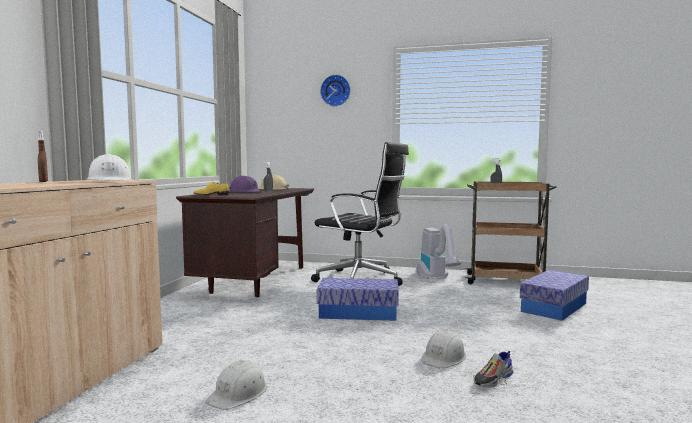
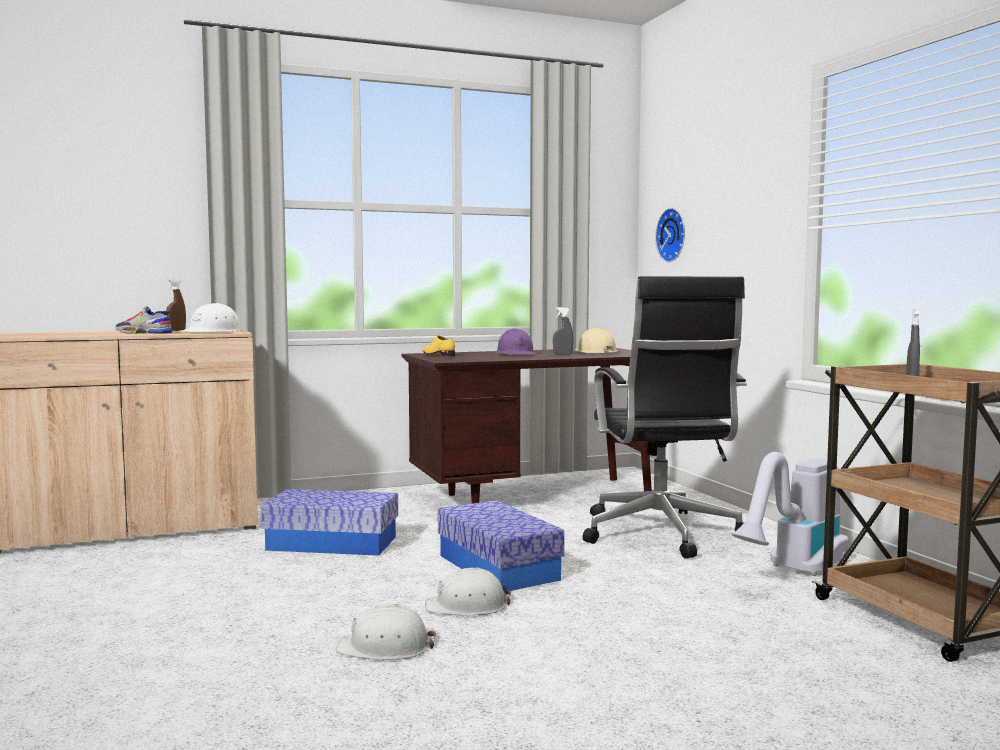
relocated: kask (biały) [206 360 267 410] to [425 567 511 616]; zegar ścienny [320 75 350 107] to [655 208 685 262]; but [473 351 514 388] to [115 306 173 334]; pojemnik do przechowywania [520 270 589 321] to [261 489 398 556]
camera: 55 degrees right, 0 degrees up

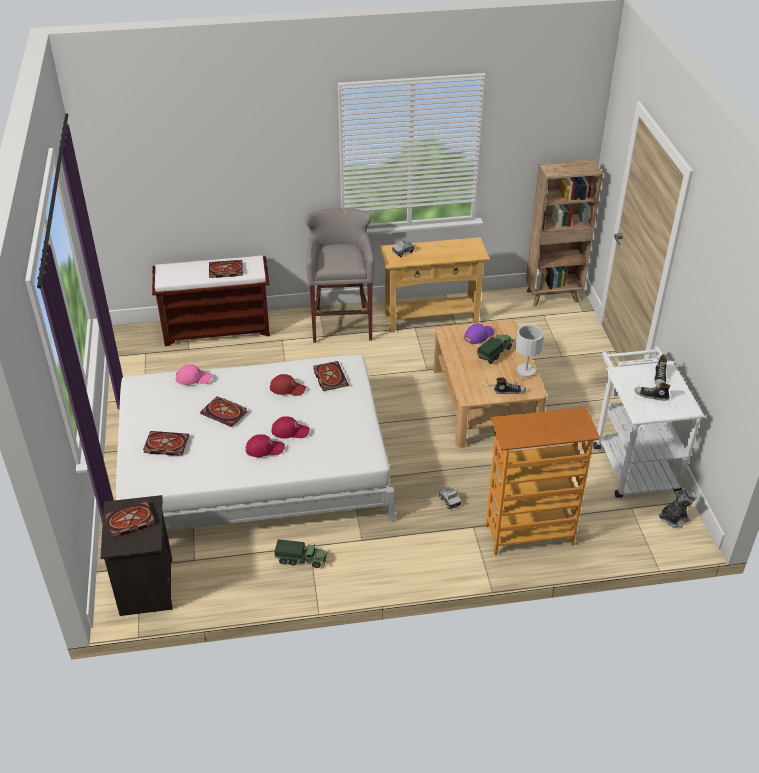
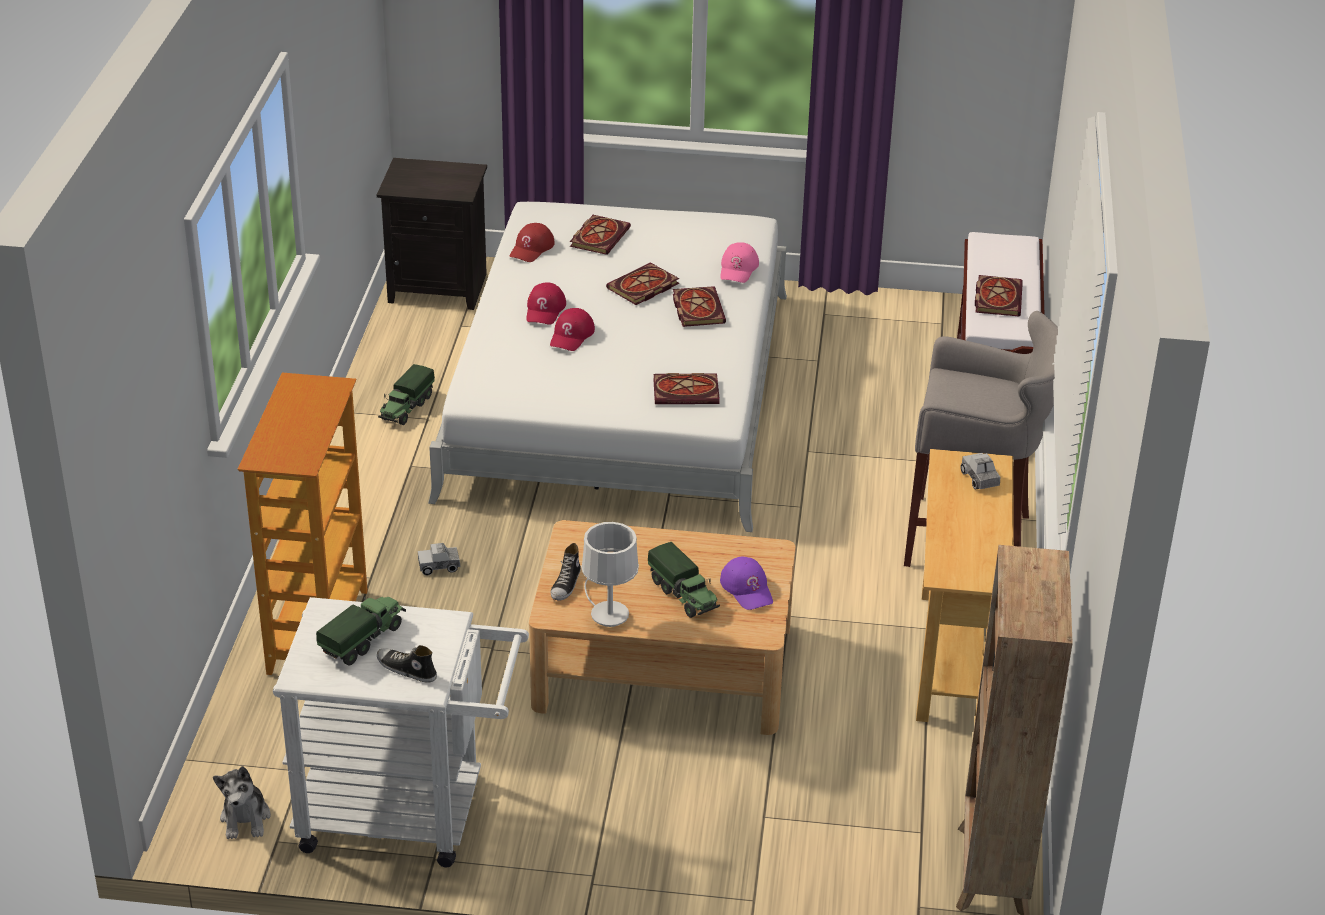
relocated: książka [104 501 156 538] to [673 286 726 327]; czapka z daszkiem (czerwony) [270 374 306 396] to [510 223 555 262]
exchanged: but [634 383 671 401] to ciężarówka zabawkowa [316 596 406 666]
camera: 105 degrees right, 5 degrees down

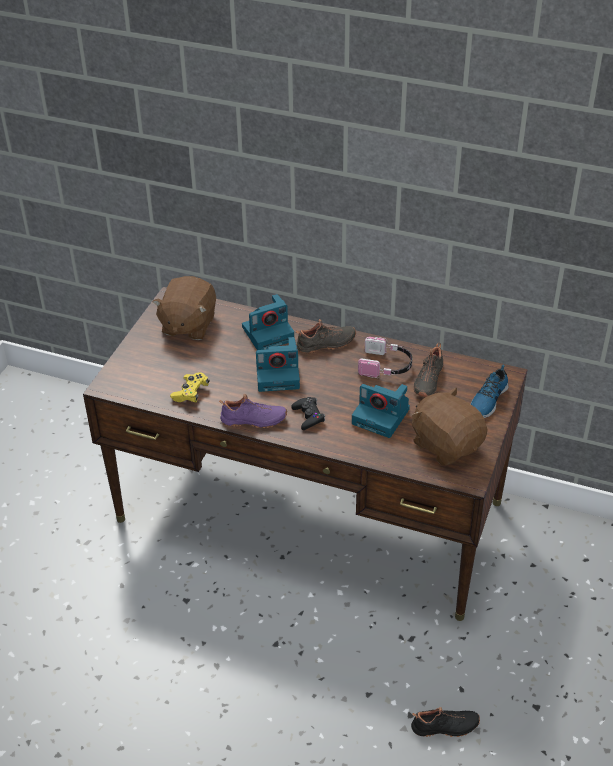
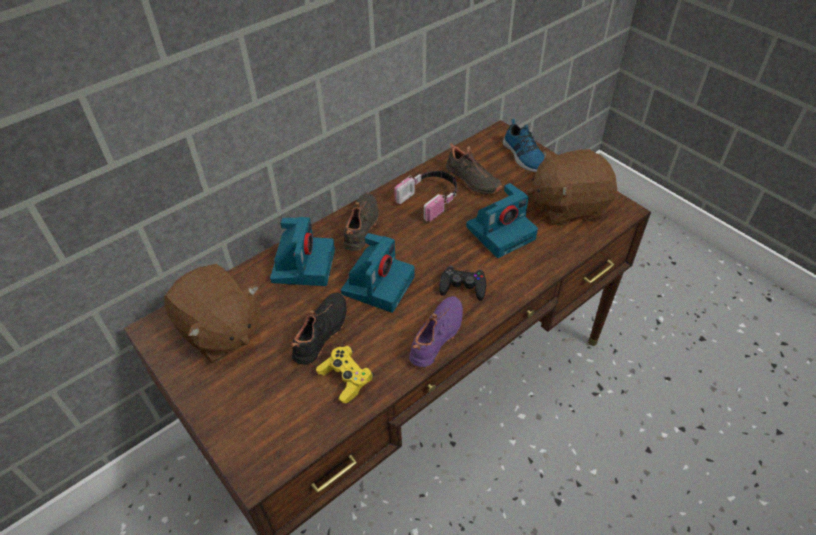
relocated: but (czarny) [411 707 480 737] to [291 292 347 365]
camera: 60 degrees left, 5 degrees up

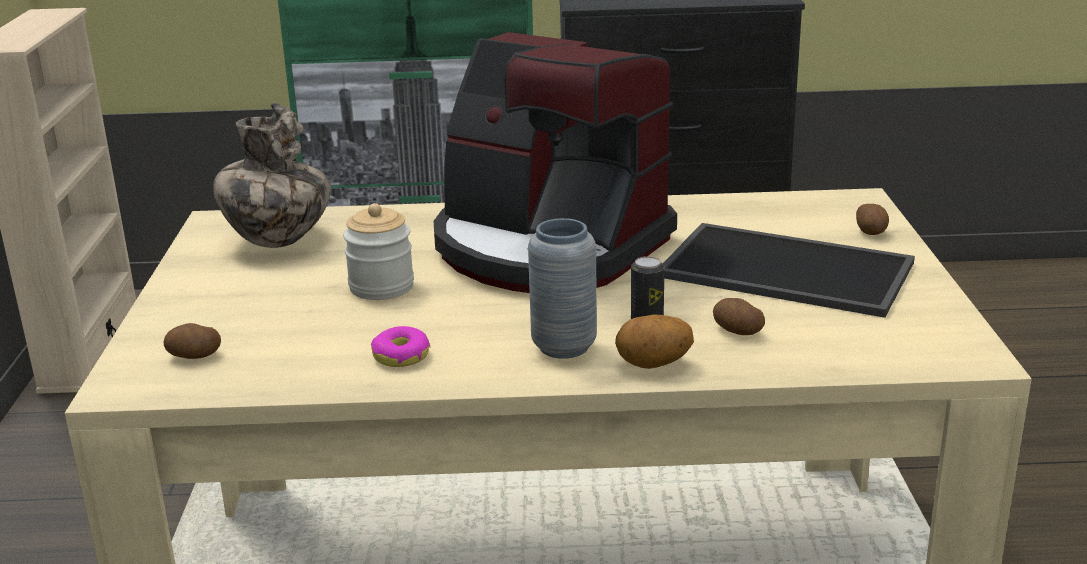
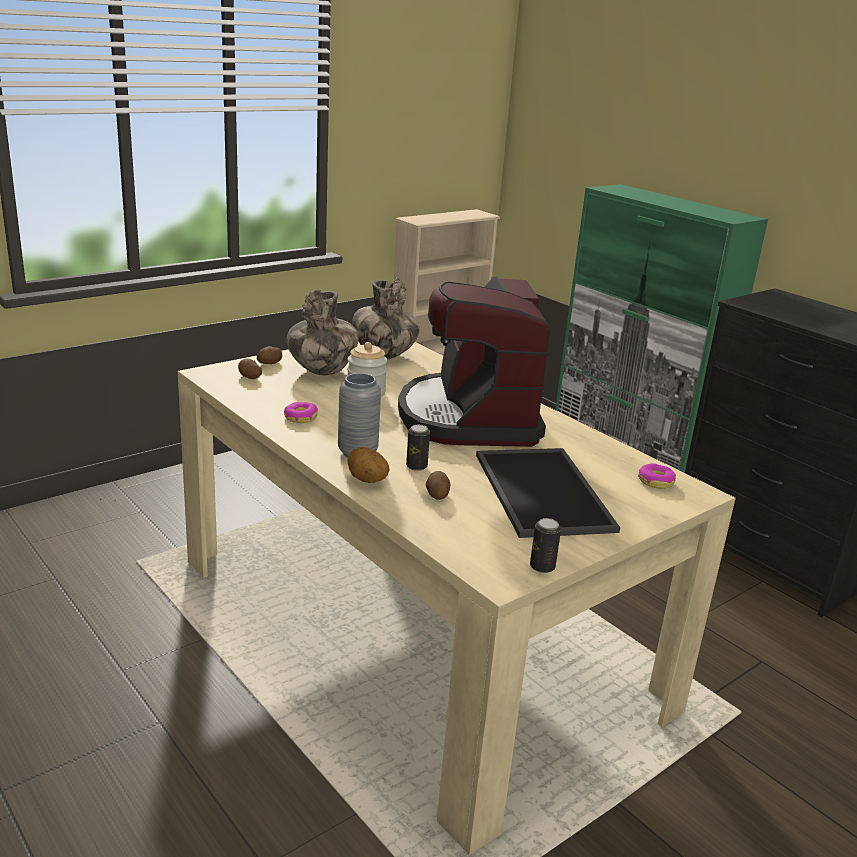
appeared: wazon [287 289 359 375]; puszka [530 518 561 573]; donut [638 463 676 489]
relocated: ziemniak [856 204 889 235] to [257 346 282 364]
camera: 50 degrees right, 0 degrees up

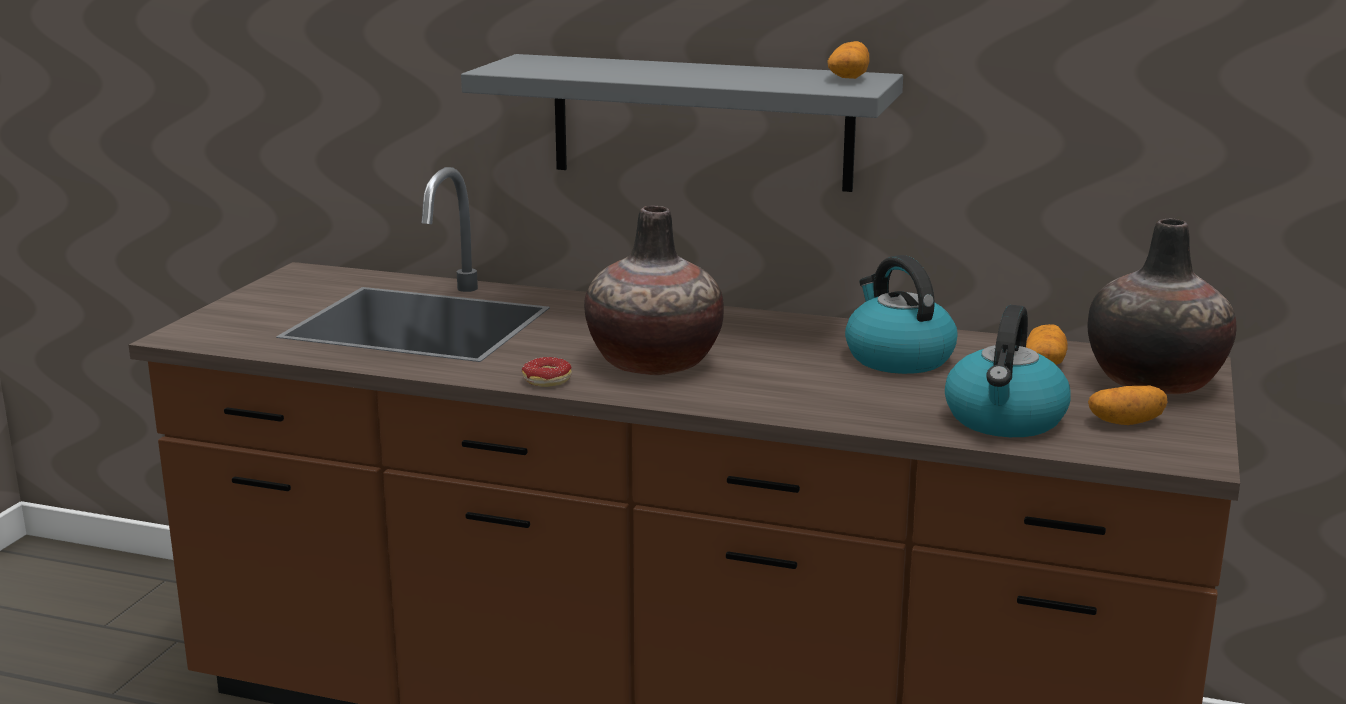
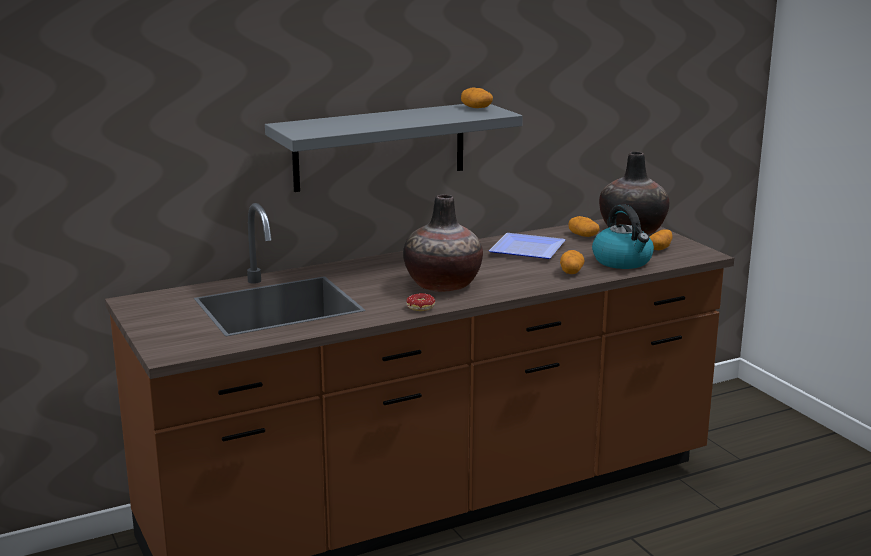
appeared: ziemniak [560 250 585 274]
exchanged: czajnik [845 255 957 374] to talerz [489 233 566 259]
camera: 45 degrees left, 0 degrees up

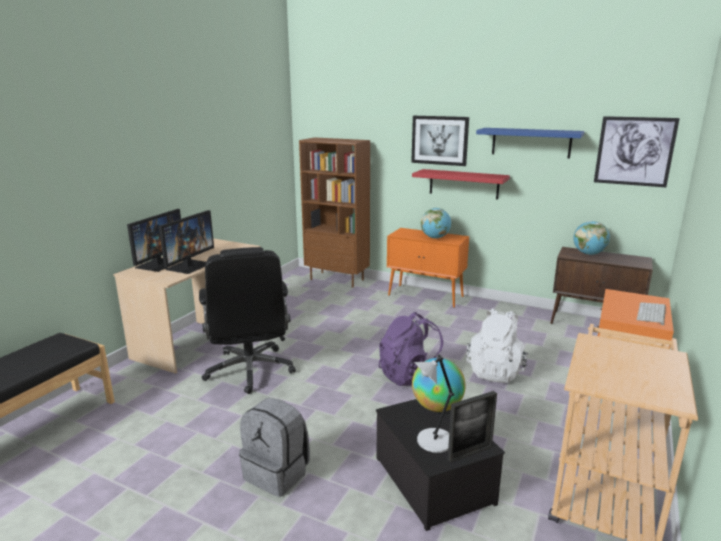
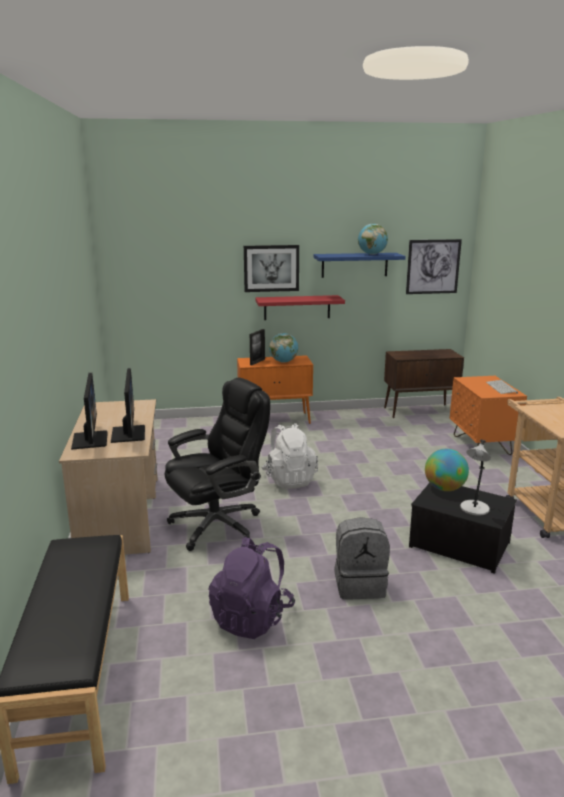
missing: regał (brązowy) [299 138 370 288]
relocated: plecak (fioletowy) [379 312 443 386] to [209 537 295 639]; ramka na zdjęcie [448 391 497 462] to [250 329 265 365]; plecak (biały) [466 308 528 383] to [261 423 318 489]; globus [573 221 610 255] to [358 224 388 255]
spun: krzesło biurowe (czarny) [199 247 296 394] = [164 378 270 551] 75 degrees counterclockwise
camera: 35 degrees left, 0 degrees up

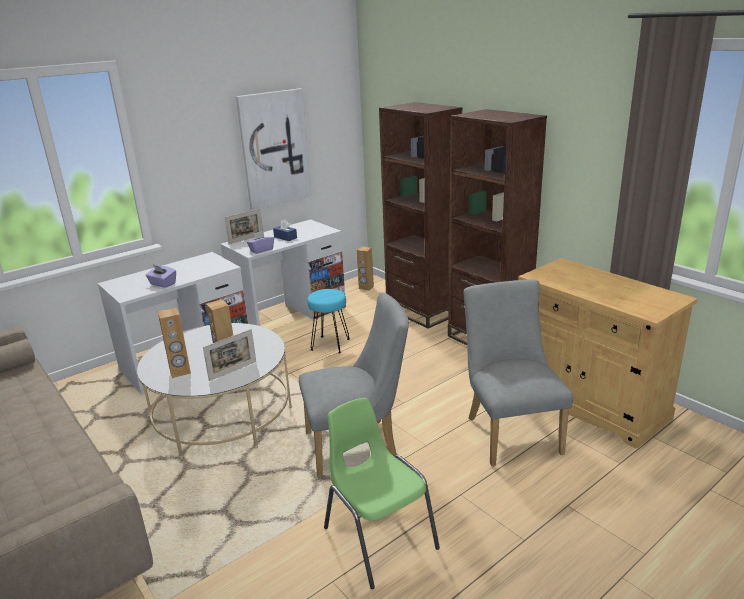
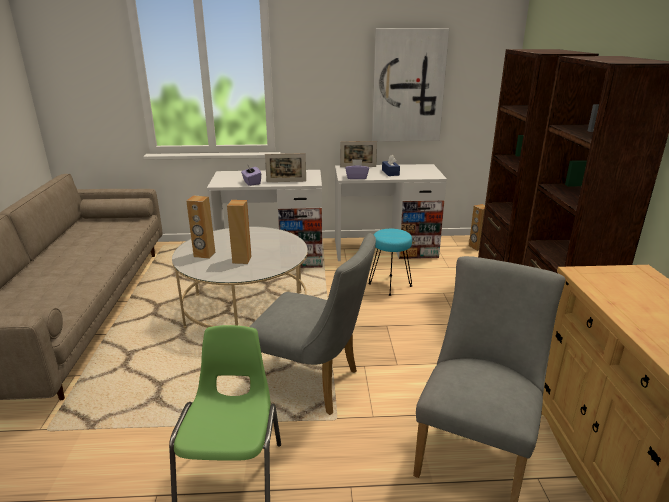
relocated: ramka na zdjęcie [203 329 256 381] to [265 153 306 182]
camera: 35 degrees right, 0 degrees up

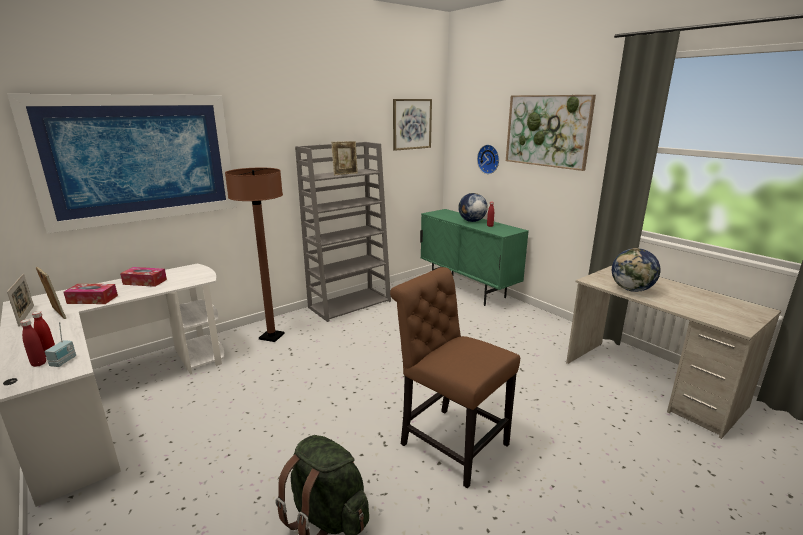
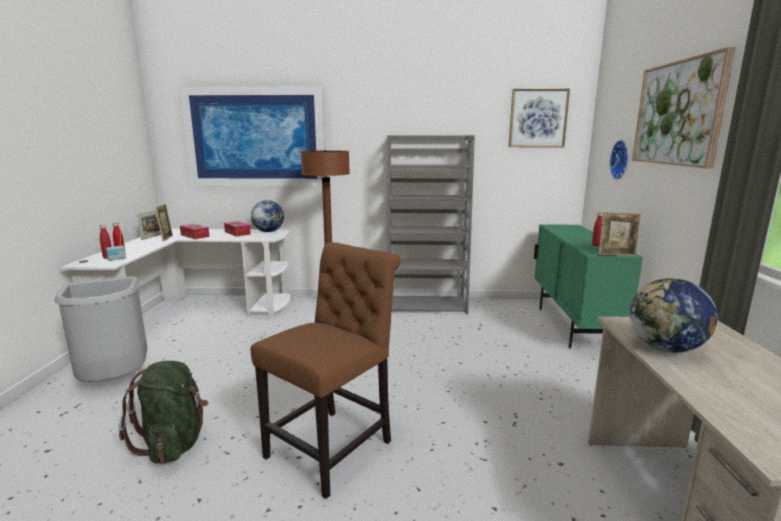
appeared: kosz na śmieci (szary) [55 276 148 382]
relocated: ramka na zdjęcie [331 141 358 176] to [599 212 641 256]; globus [458 193 488 222] to [251 200 284 232]
spun: krzesło (brązowy) [390 267 520 489] = [250 242 401 499] 45 degrees clockwise
camera: 40 degrees right, 5 degrees down

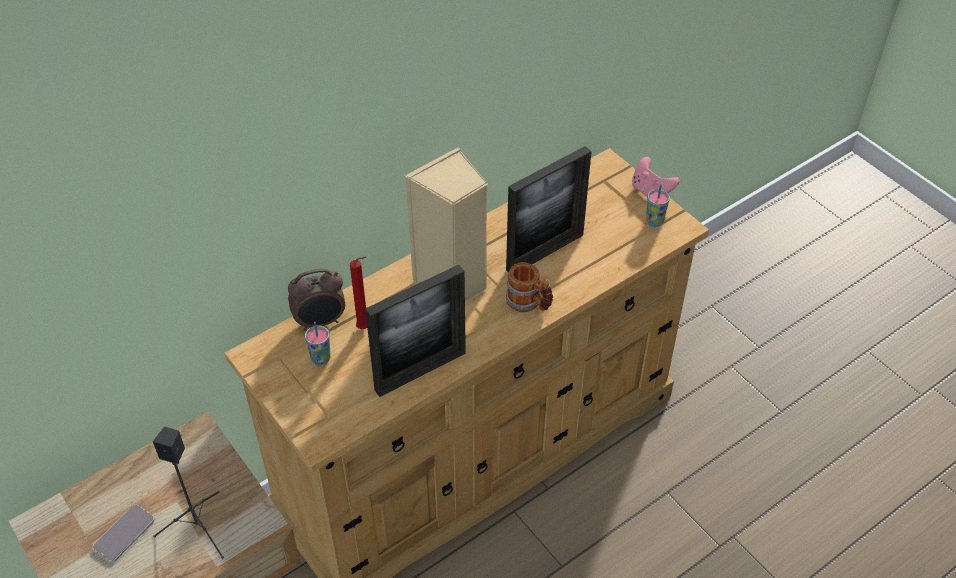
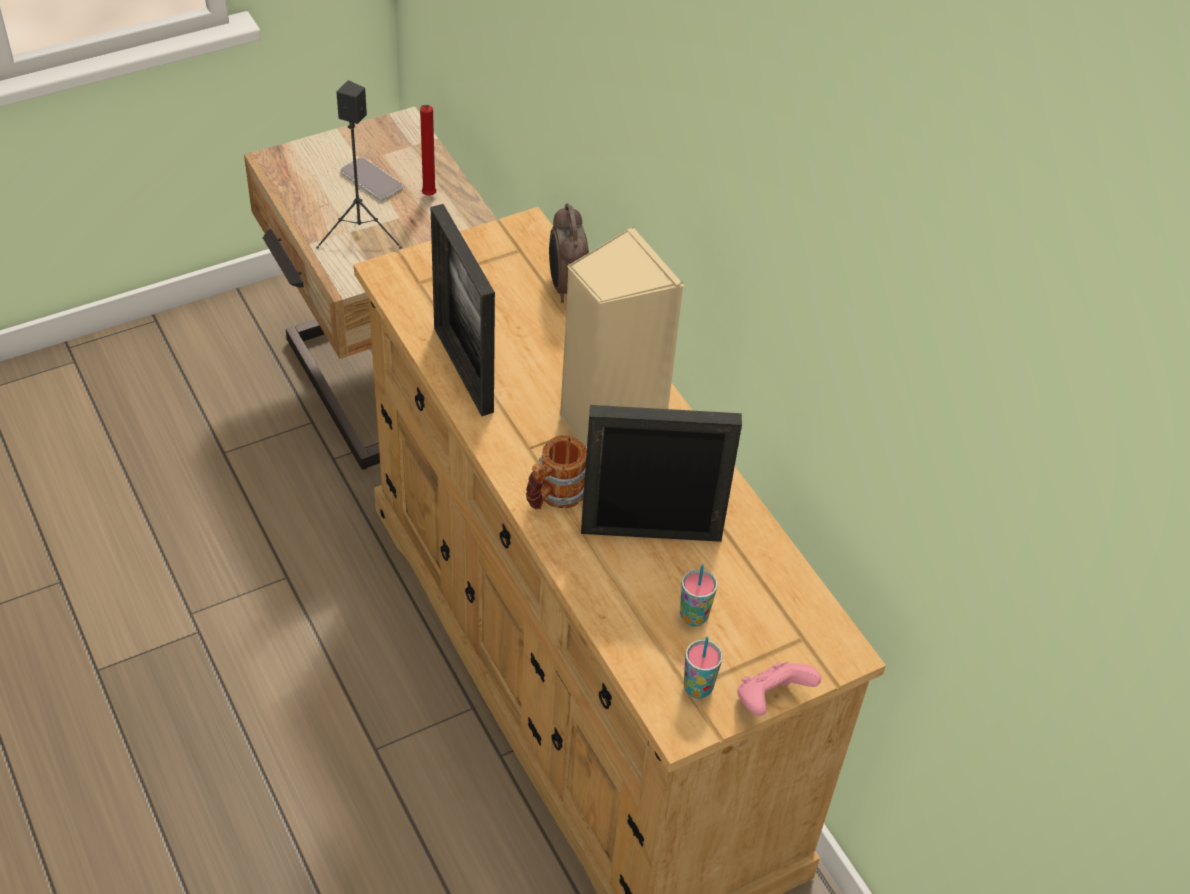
relocated: filiżanka [305 322 331 366] to [680 564 718 626]; świeca (czerwony) [350 257 367 329] to [420 105 437 196]
spun: ramka na zdjęcie [506 146 592 273] = [581 405 742 542] 120 degrees clockwise
camera: 95 degrees right, 0 degrees up

